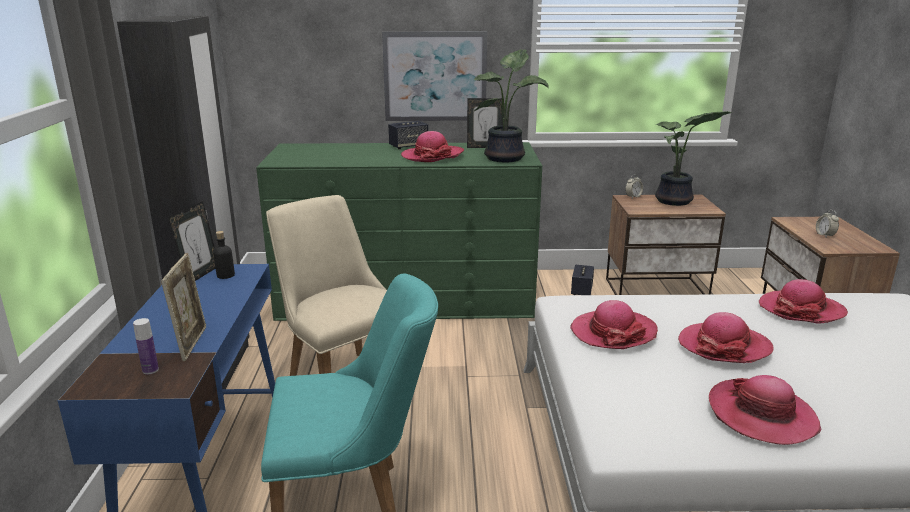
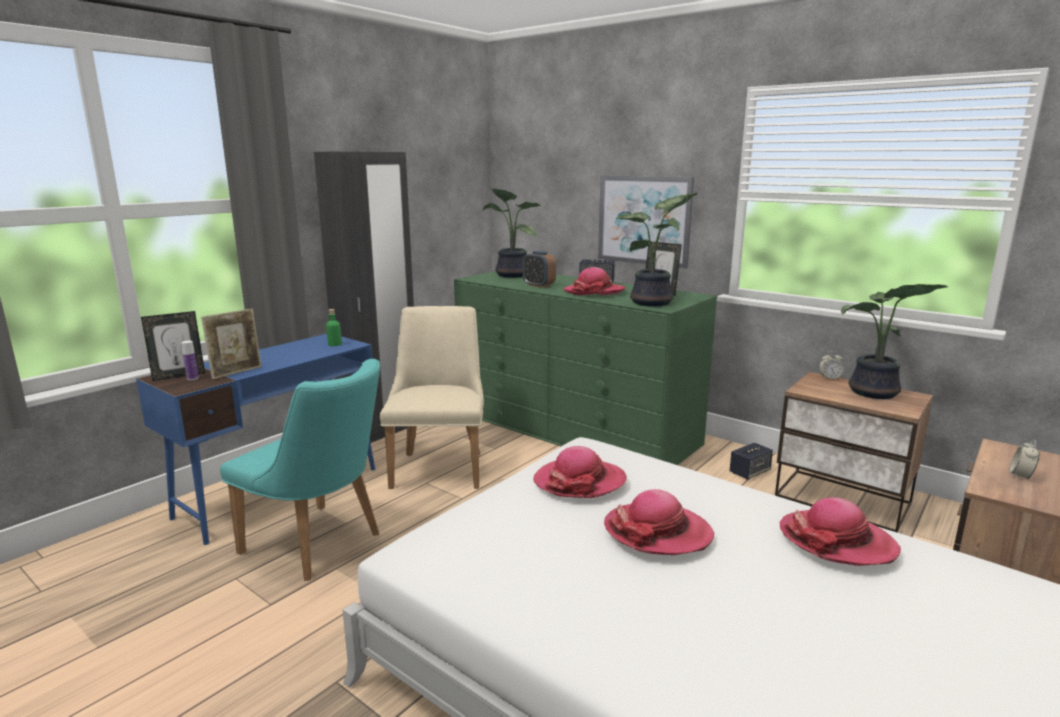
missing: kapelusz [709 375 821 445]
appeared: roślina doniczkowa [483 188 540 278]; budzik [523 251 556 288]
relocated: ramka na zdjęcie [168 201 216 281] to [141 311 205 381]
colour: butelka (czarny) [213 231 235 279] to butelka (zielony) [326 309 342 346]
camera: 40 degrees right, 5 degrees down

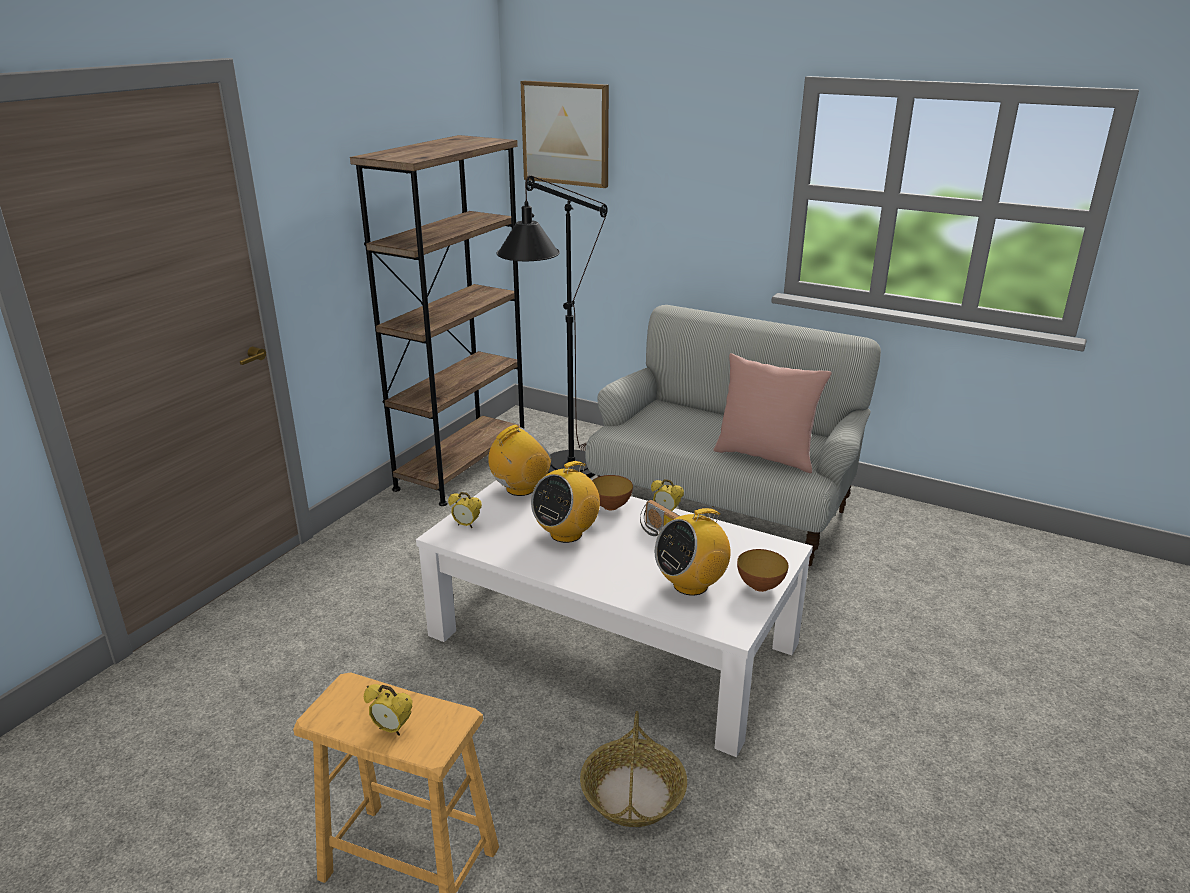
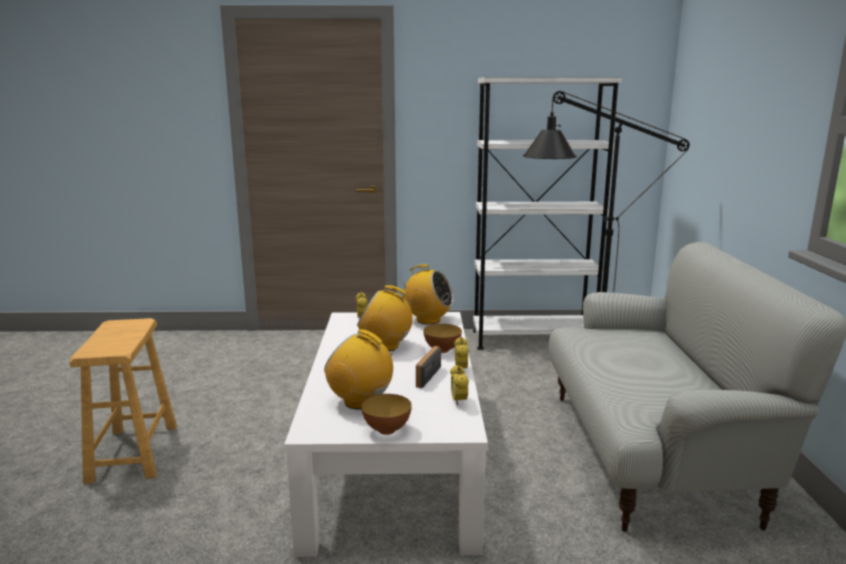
missing: obraz [521 81 609 188]; koszyk [580 711 687 827]; poduszka (różowy) [713 353 832 473]
relocated: budzik [364 684 412 736] to [450 365 469 406]
colour: regał (brązowy) [350 135 524 506] to regał (biały) [473 77 622 350]
camera: 60 degrees right, 10 degrees down

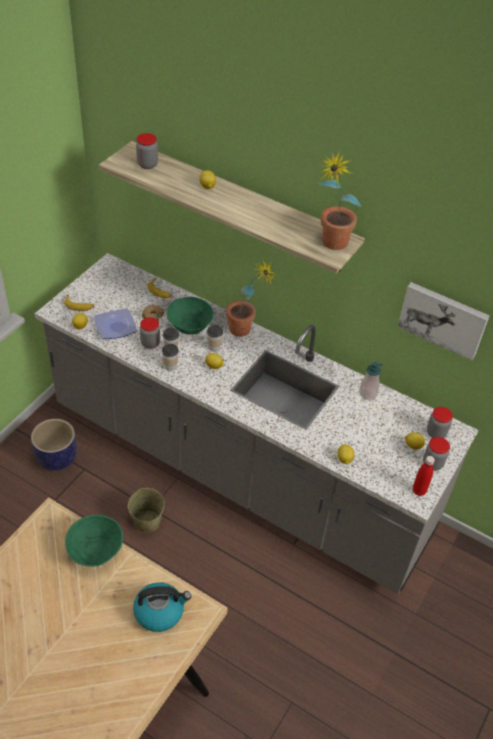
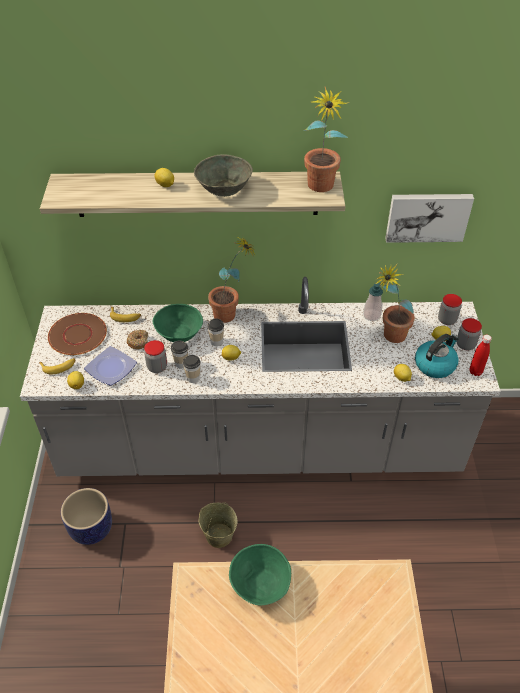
missing: słoik [136 133 158 169]
appeared: talerz (brązowy) [48 313 107 355]; miska (szary) [194 155 253 197]; roślina doniczkowa [376 264 415 343]
relocated: czajnik [133 582 191 632] to [415 334 459 378]
camera: 30 degrees left, 0 degrees up

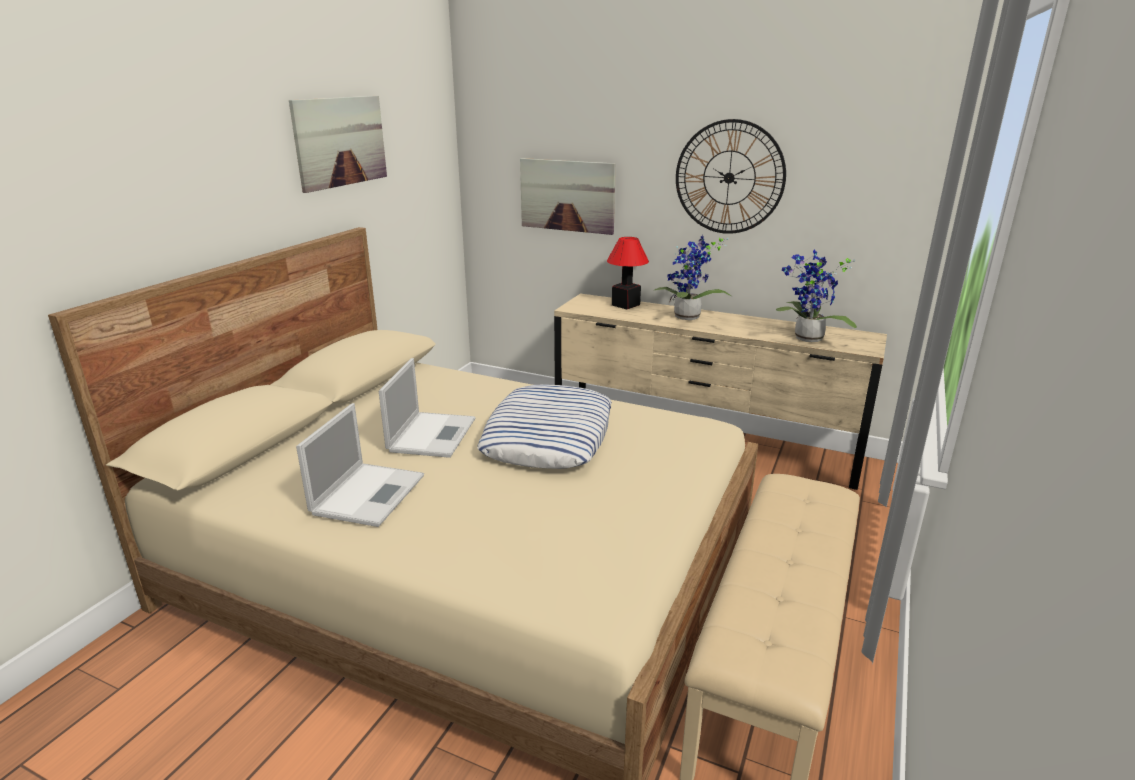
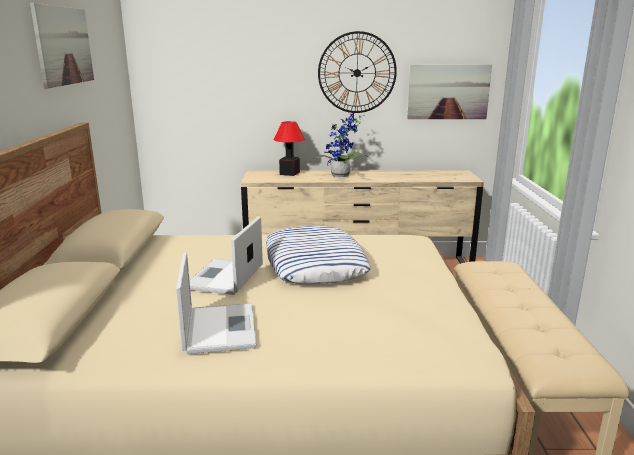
missing: roślina doniczkowa [776 249 857 342]
relocated: obraz [520 158 616 235] to [407 64 492 119]
spun: laptop [379 358 475 458] = [189 216 263 295] 150 degrees counterclockwise
camera: 25 degrees left, 5 degrees down

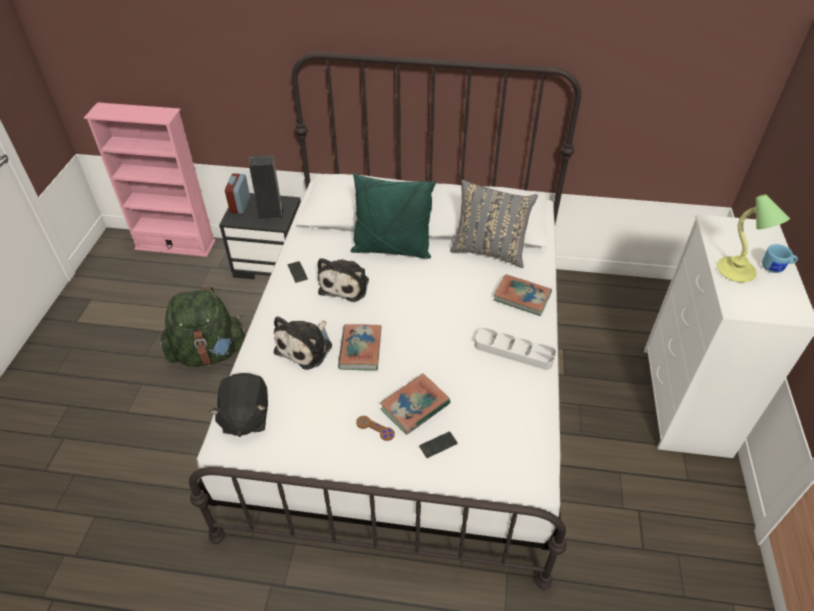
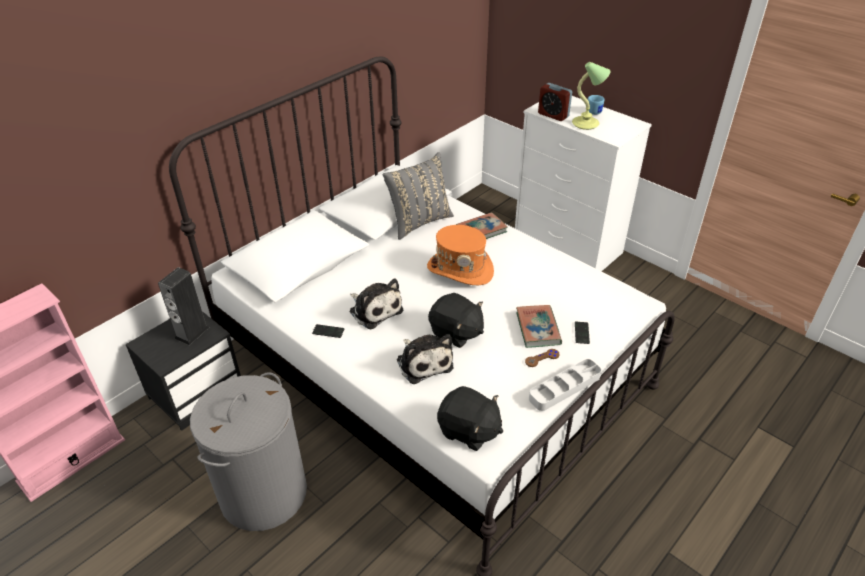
missing: poduszka (zielony) [351 173 436 259]
appeared: kapelusz (pomarańczowy) [427 225 494 285]
relocated: budzik [225 173 250 214] to [538 83 572 121]; taca (szary) [475 328 556 370] to [529 359 601 411]
exchanged: plecak (zielony) [161 287 247 367] to kosz na pranie (szary) [190 372 307 531]; książka [338 324 382 370] to pluszak (czarny) [428 293 484 348]
camera: 55 degrees left, 5 degrees down

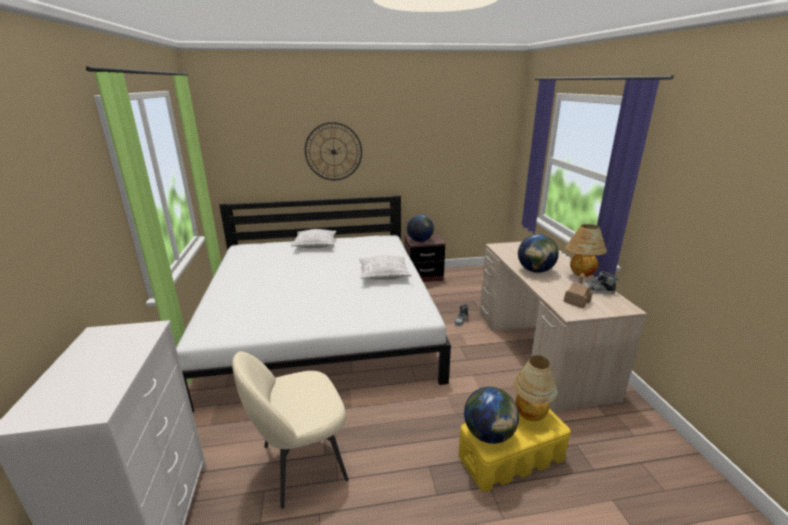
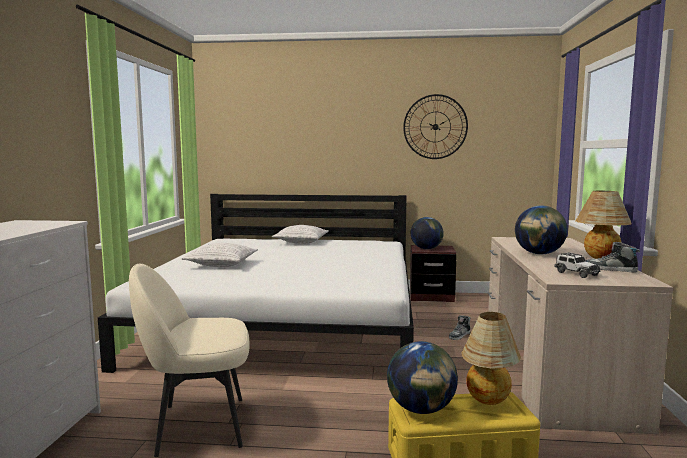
relocated: zegar ścienny [305 122 362 180] to [403 94 468 159]; poduszka [359 255 412 280] to [181 243 258 267]
exchanged: domek [563 273 593 308] to samochodzik [554 252 601 278]
camera: 15 degrees right, 15 degrees down

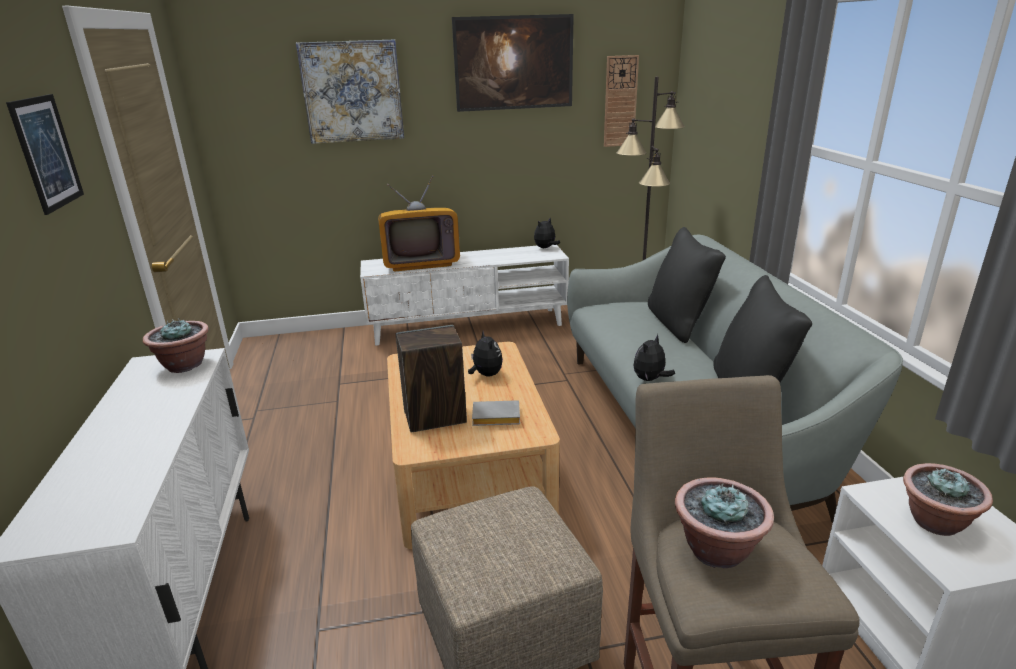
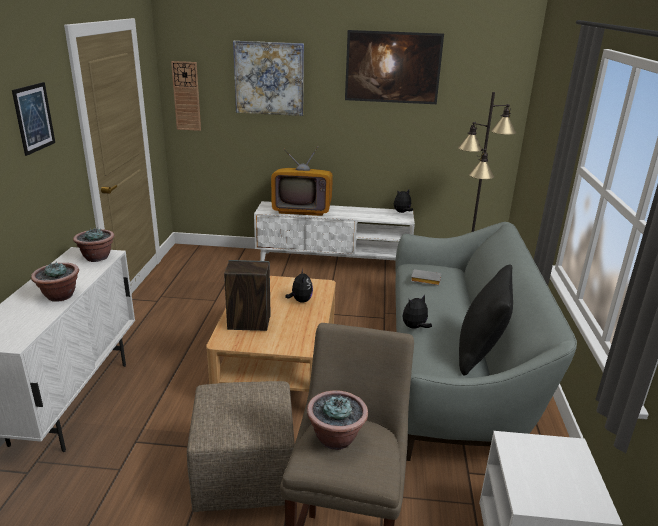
missing: poduszka (czarny) [648 227 726 343]
relocated: książka (szary) [472 400 520 426] to [411 269 442 286]; zegar ścienny [604 55 639 147] to [171 61 201 131]; roślina doniczkowa [903 463 993 536] to [31 263 79 302]
camera: 15 degrees right, 0 degrees up

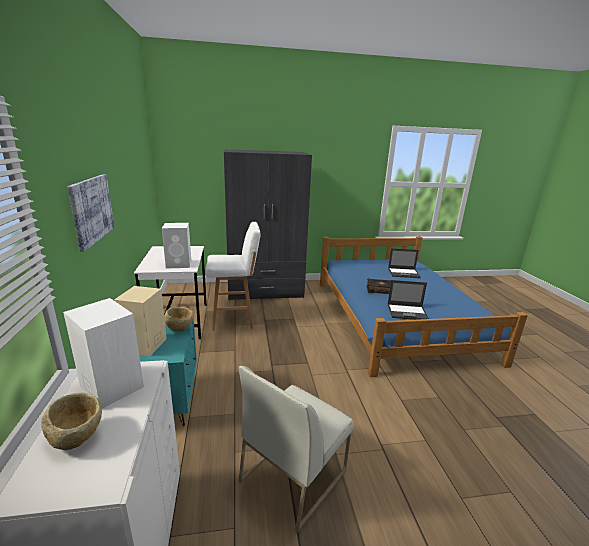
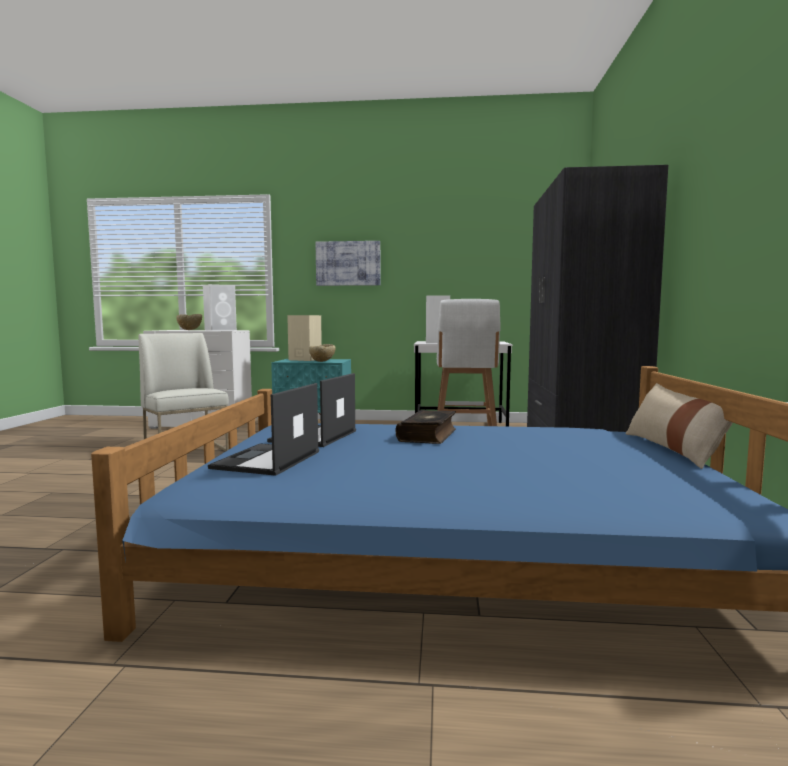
appeared: poduszka (beżowy) [626 383 733 469]
relocated: laptop [388 248 421 278] to [208 383 319 476]
camera: 105 degrees right, 15 degrees down

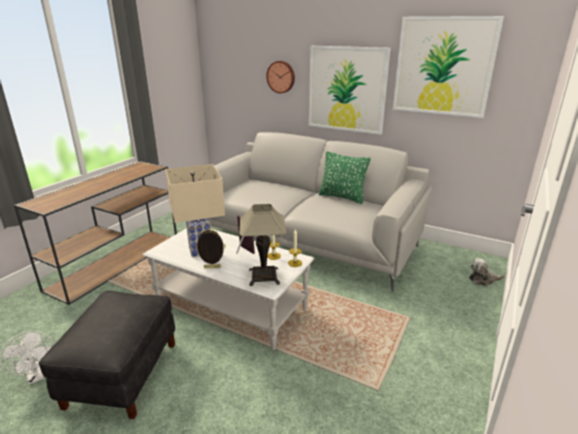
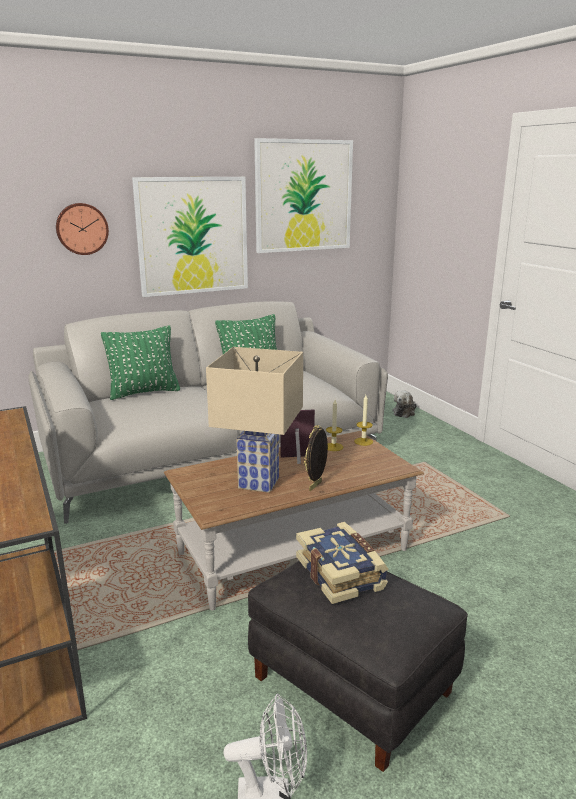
missing: lampa stołowa [240 204 287 286]
appeared: poduszka (zielony) [101 326 180 400]; książka [296 522 388 604]
colour: ława (biały) [142 228 315 350] to ława (brązowy) [164 431 424 611]
camera: 55 degrees left, 5 degrees down

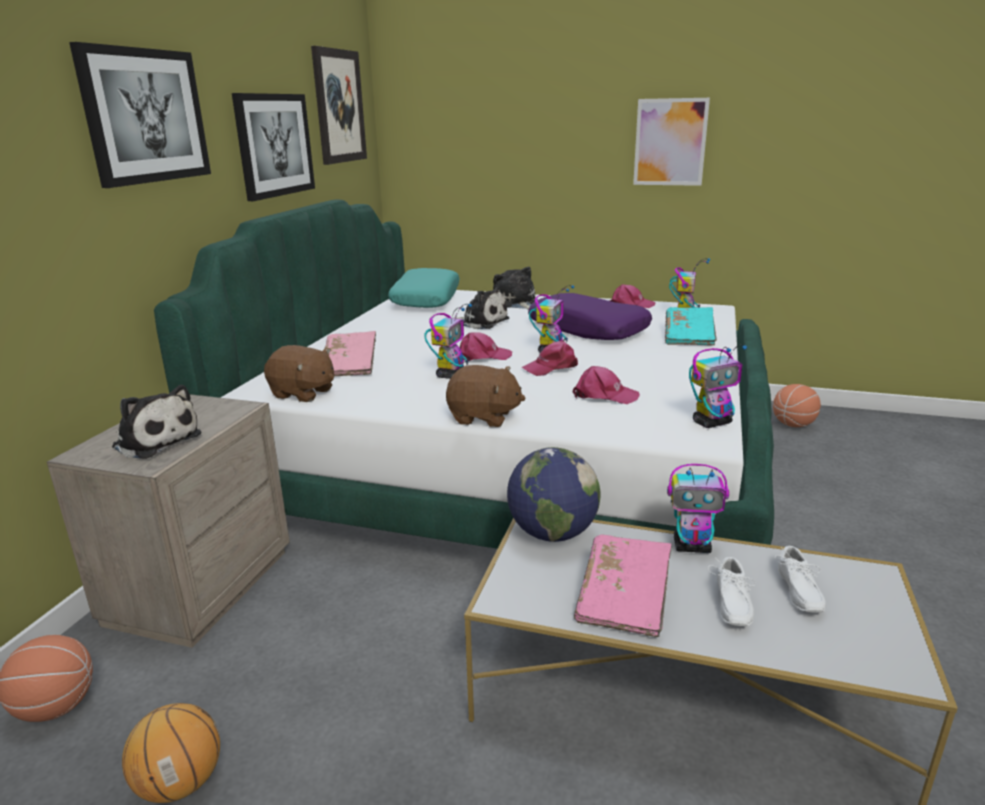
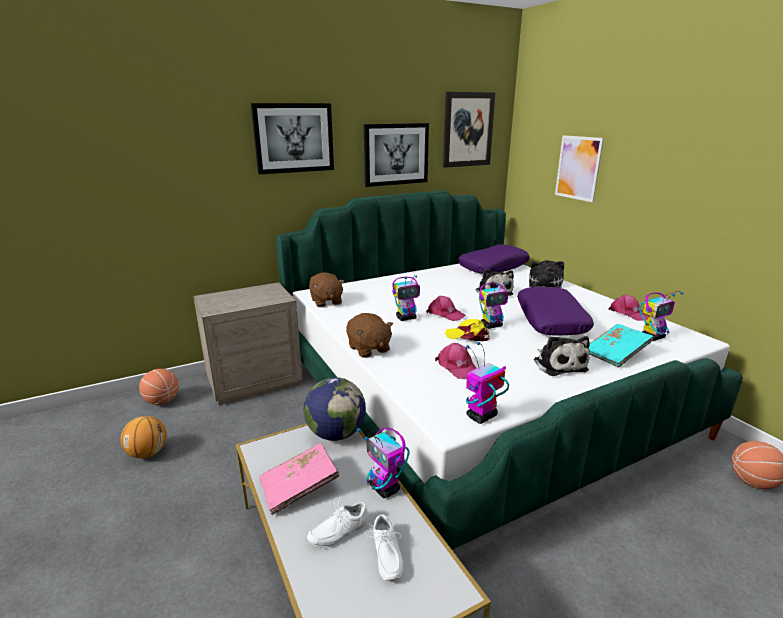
missing: książka (różowy) [325 331 376 376]
relocated: pluszak [112 385 202 459] to [534 336 590 376]; obraz [633 98 710 186] to [555 135 604 202]
colour: poduszka (turkusowy) [388 268 460 308] to poduszka (fioletowy) [458 244 530 274]; czapka z daszkiem (różowy) [521 341 578 376] to czapka z daszkiem (żółty) [445 319 489 341]
spun: robot zabawkowy [689 345 747 428] = [466 341 509 424] 120 degrees clockwise; but (biały) [774 546 826 613] = [365 514 403 581] 60 degrees counterclockwise
camera: 45 degrees right, 0 degrees up

